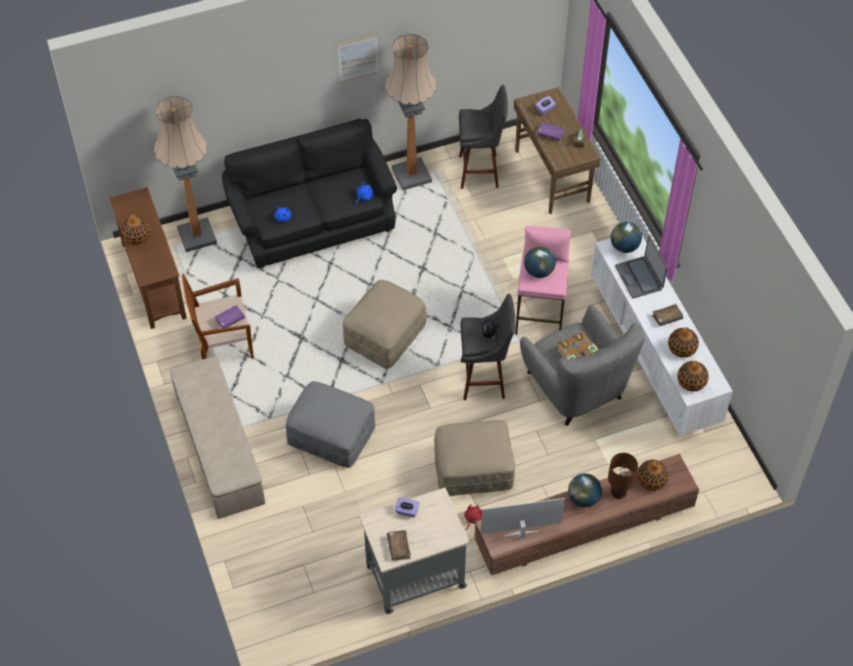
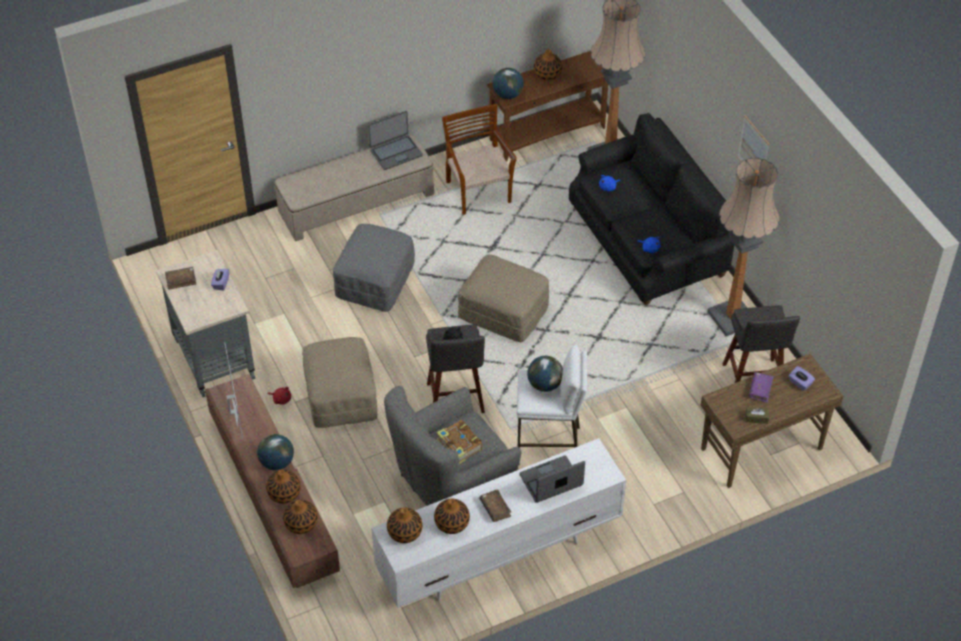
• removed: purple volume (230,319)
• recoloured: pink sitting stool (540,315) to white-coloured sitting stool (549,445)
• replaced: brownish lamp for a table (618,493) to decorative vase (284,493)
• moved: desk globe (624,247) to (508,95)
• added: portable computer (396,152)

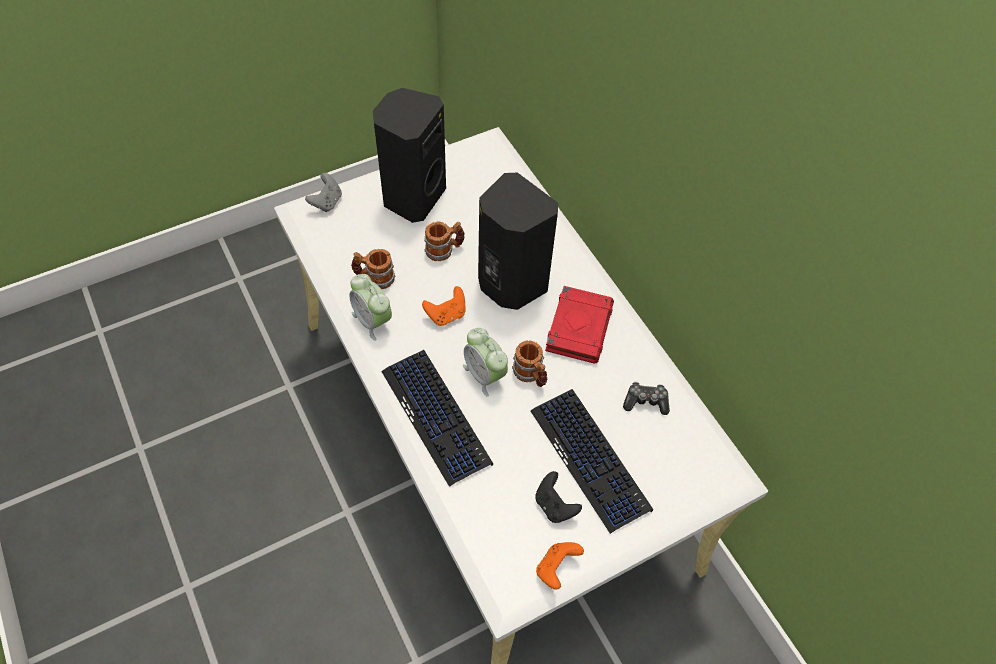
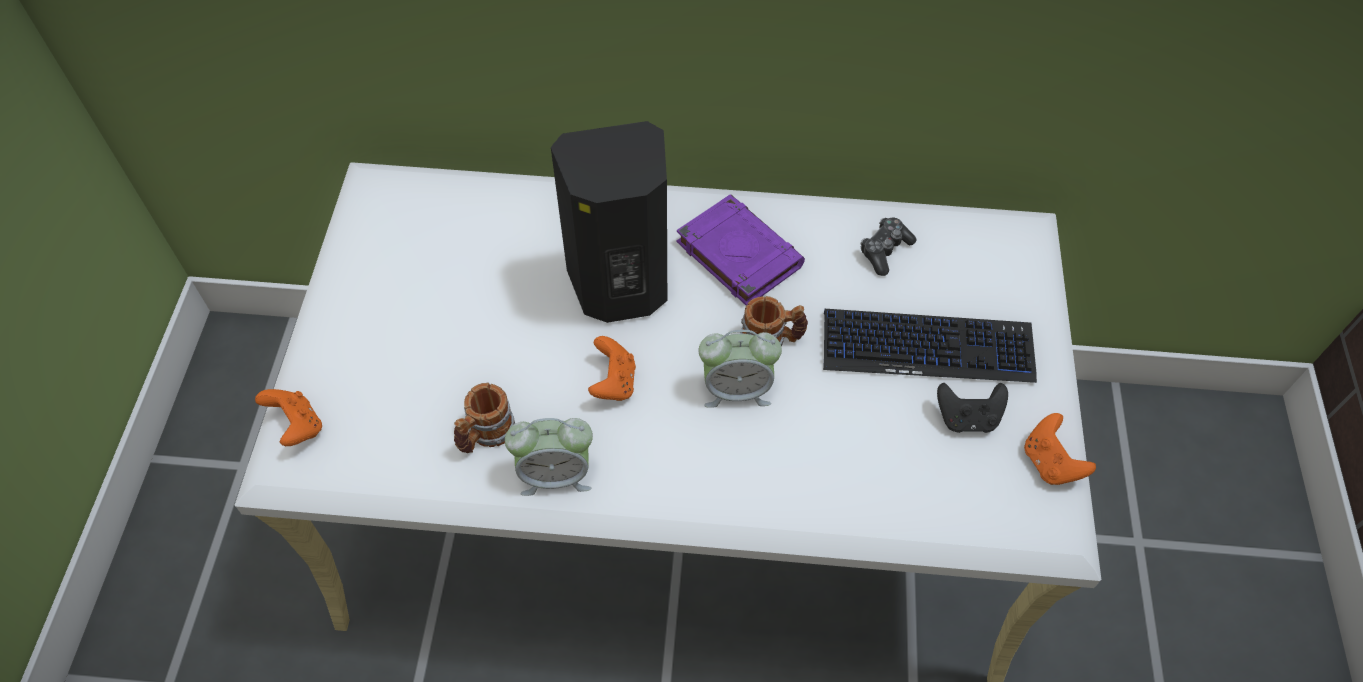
• recoloured: grey game controller (327,202) to orange game controller (297,426)
• removed: black-coloured loudspeaker (412,197)
• removed: computer keyboard (436,417)
• removed: mug (444,250)
• recoloured: red-coloured volume (578,327) to purple volume (737,254)

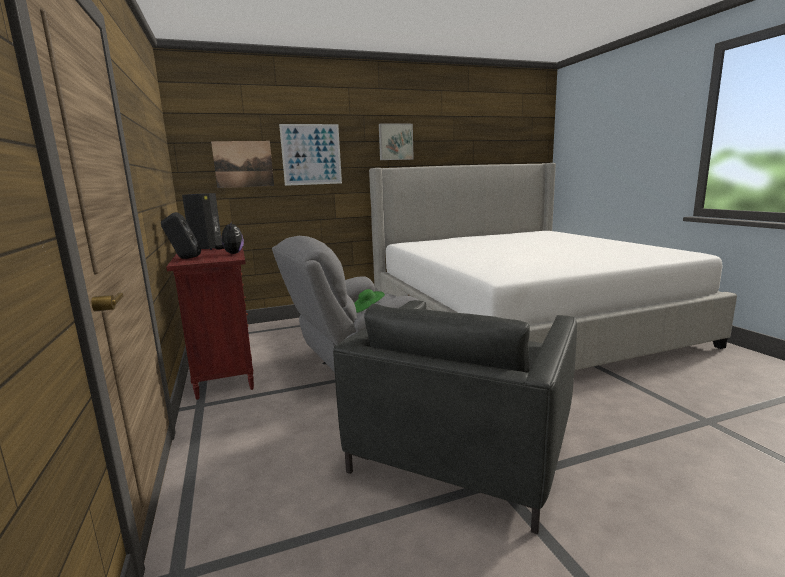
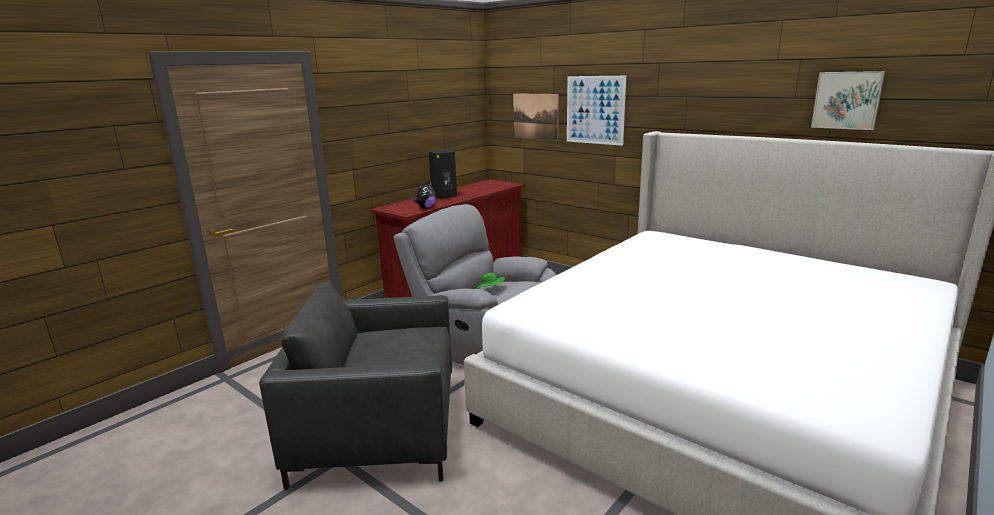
• removed: black-coloured loudspeaker (184,258)
• moved: wall art (395,142) to (847,100)

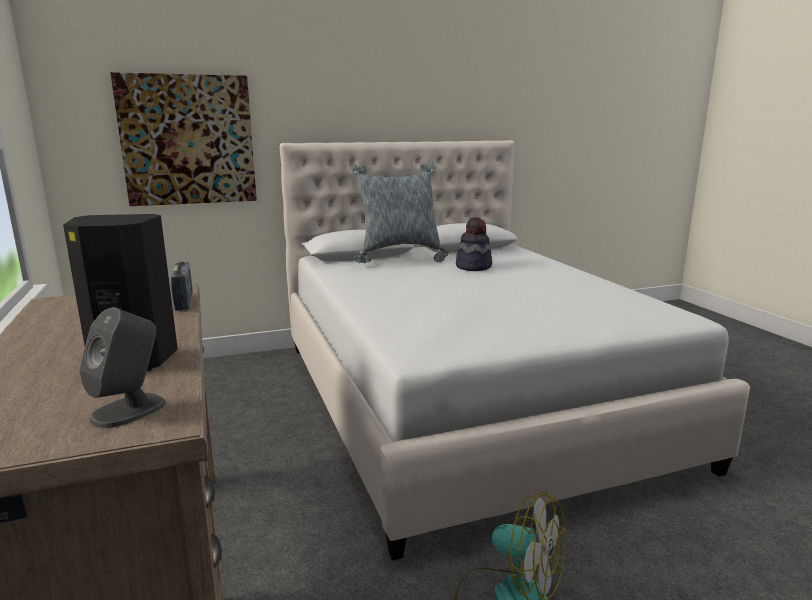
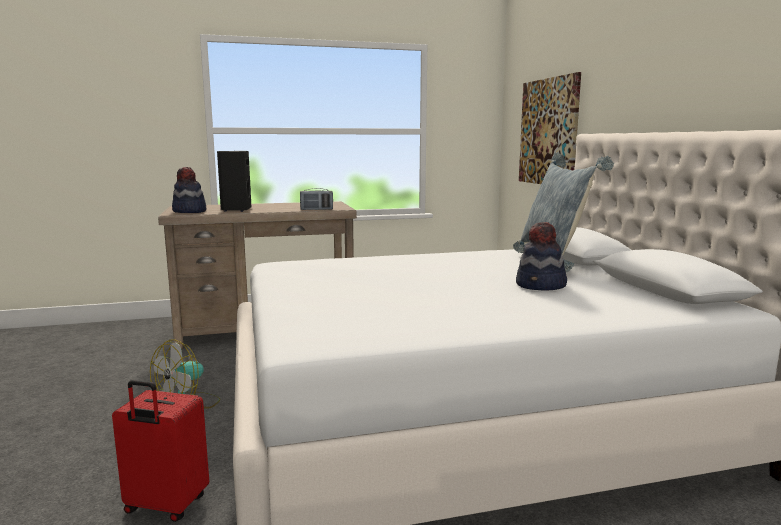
• replaced: grey loudspeaker (129,410) to wearable hat (189,211)
• added: red-coloured suitcase (165,506)

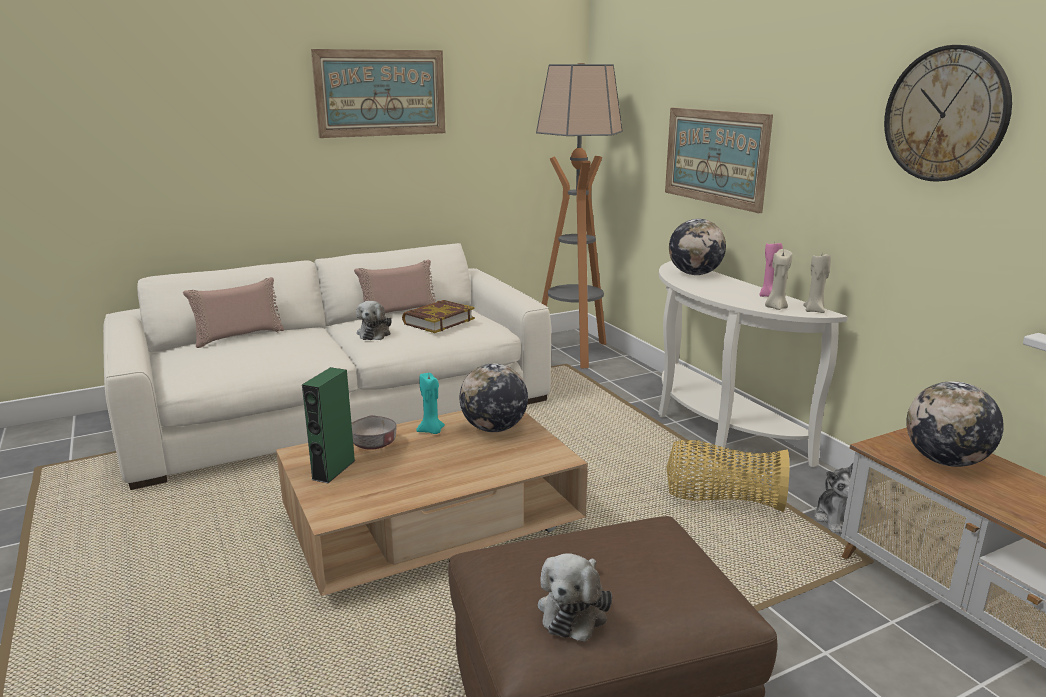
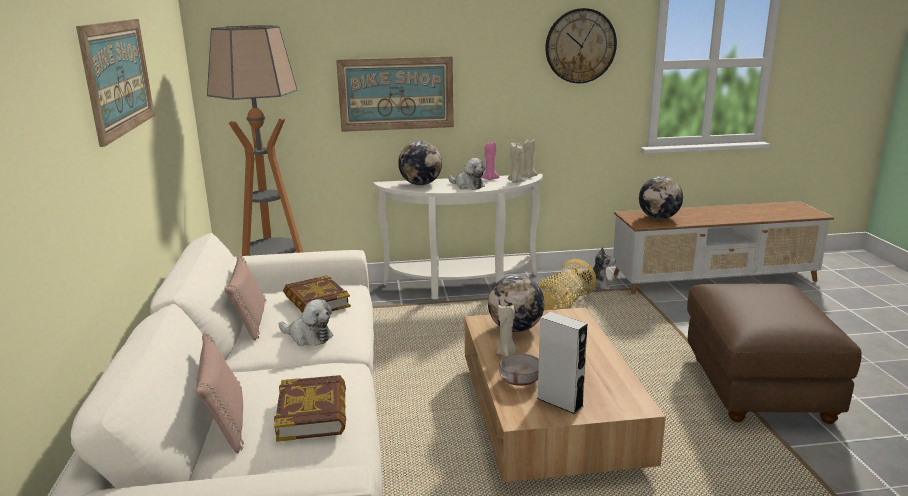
• recoloured: green-coloured loudspeaker (333,470) to grey loudspeaker (560,402)
• recoloured: turquoise wax candle (431,431) to sand-coloured wax candle (506,353)
• moved: soft toy (574,610) to (467,186)
• added: volume (313,413)

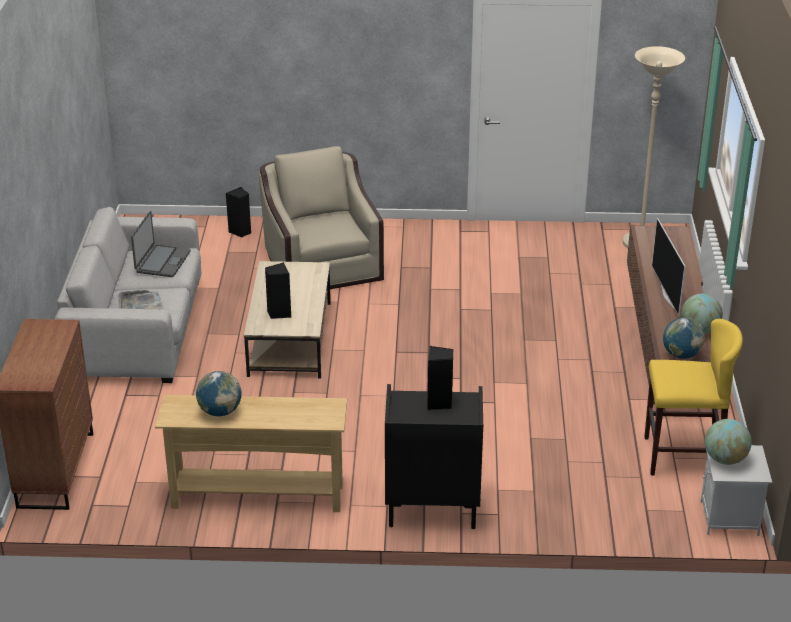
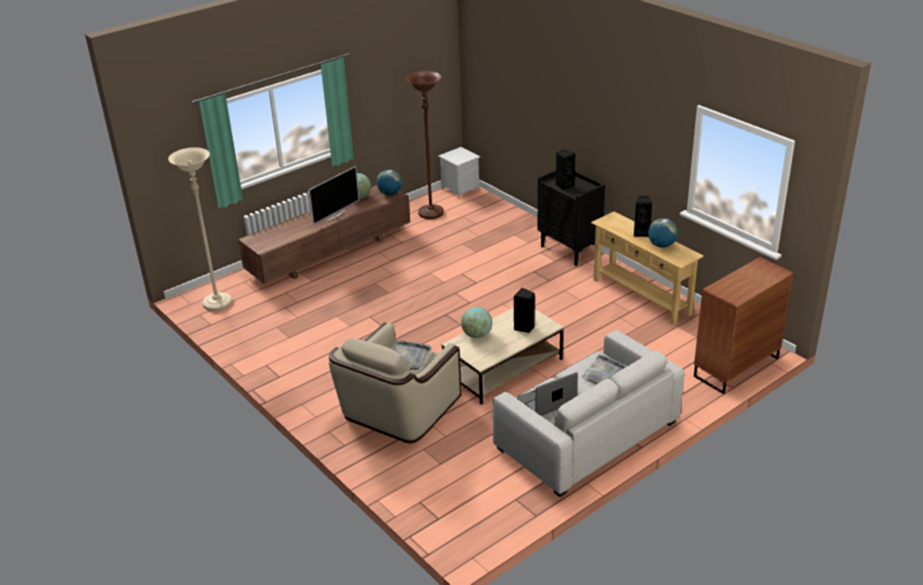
• moved: black-coloured loudspeaker (240,232) to (641,233)
• replaced: yellowish sitting stool (682,456) to brownish floor lamp (431,213)
• moved: desk globe (725,459) to (477,335)
• added: grey tray (410,357)

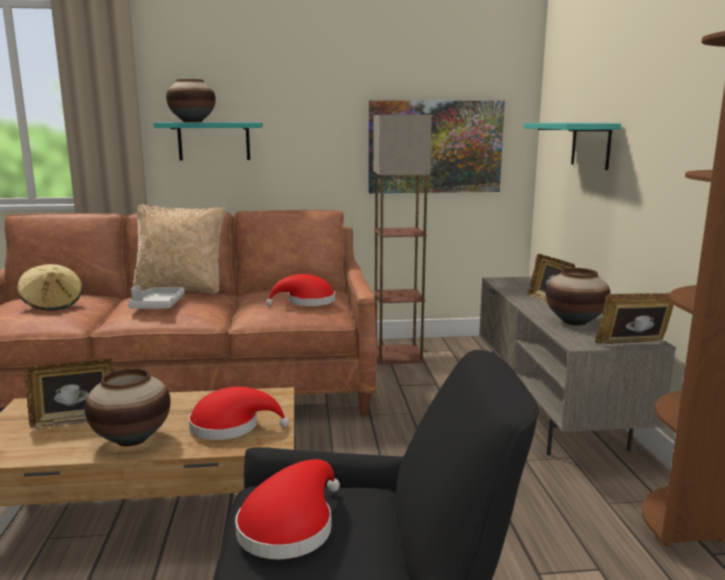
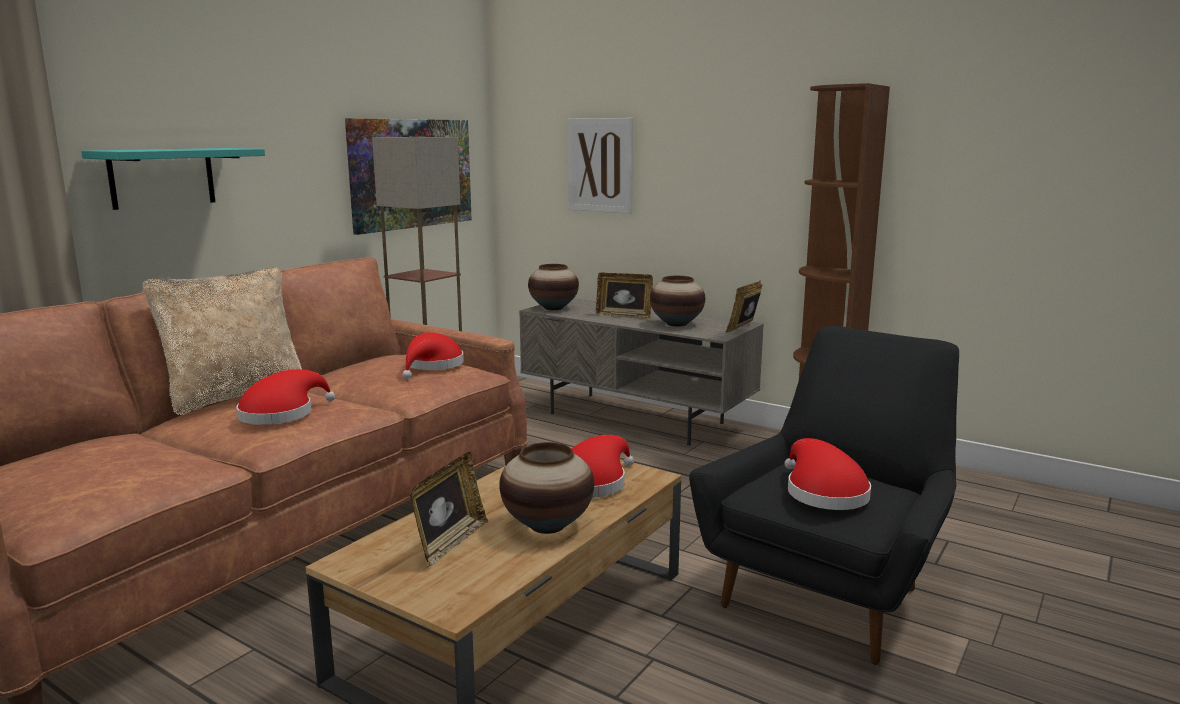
• removed: sand-coloured wearable hat (52,304)
• replaced: grey tray (157,306) to red-coloured wearable hat (281,414)
• moved: decorative vase (192,122) to (554,308)
• replaced: turquoise wall shelf (591,145) to wall art (600,165)

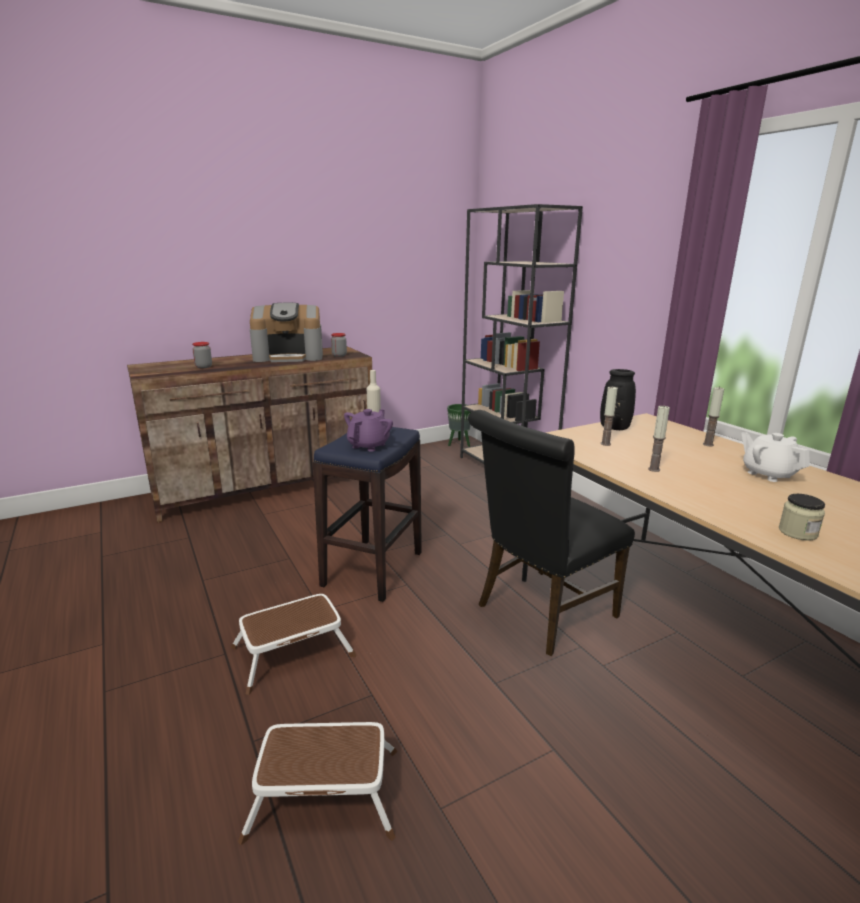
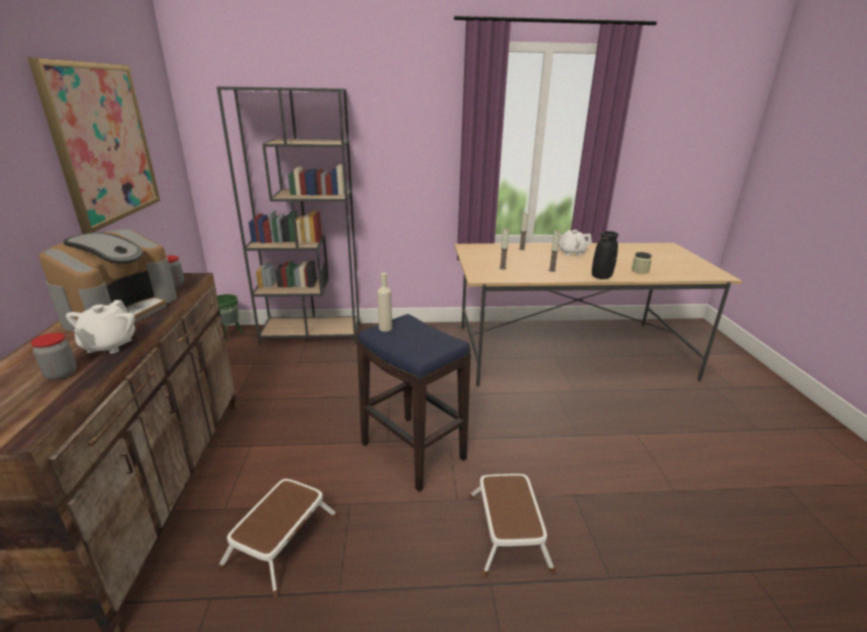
• moved: brownish step stool (324,794) to (282,541)
• removed: purple pot for tea (369,445)
• removed: black-coloured plain chair (540,613)
• moved: black-coloured decorative vase (614,428) to (601,277)
• added: wall art (103,143)
• added: white-coloured pot for tea (109,345)

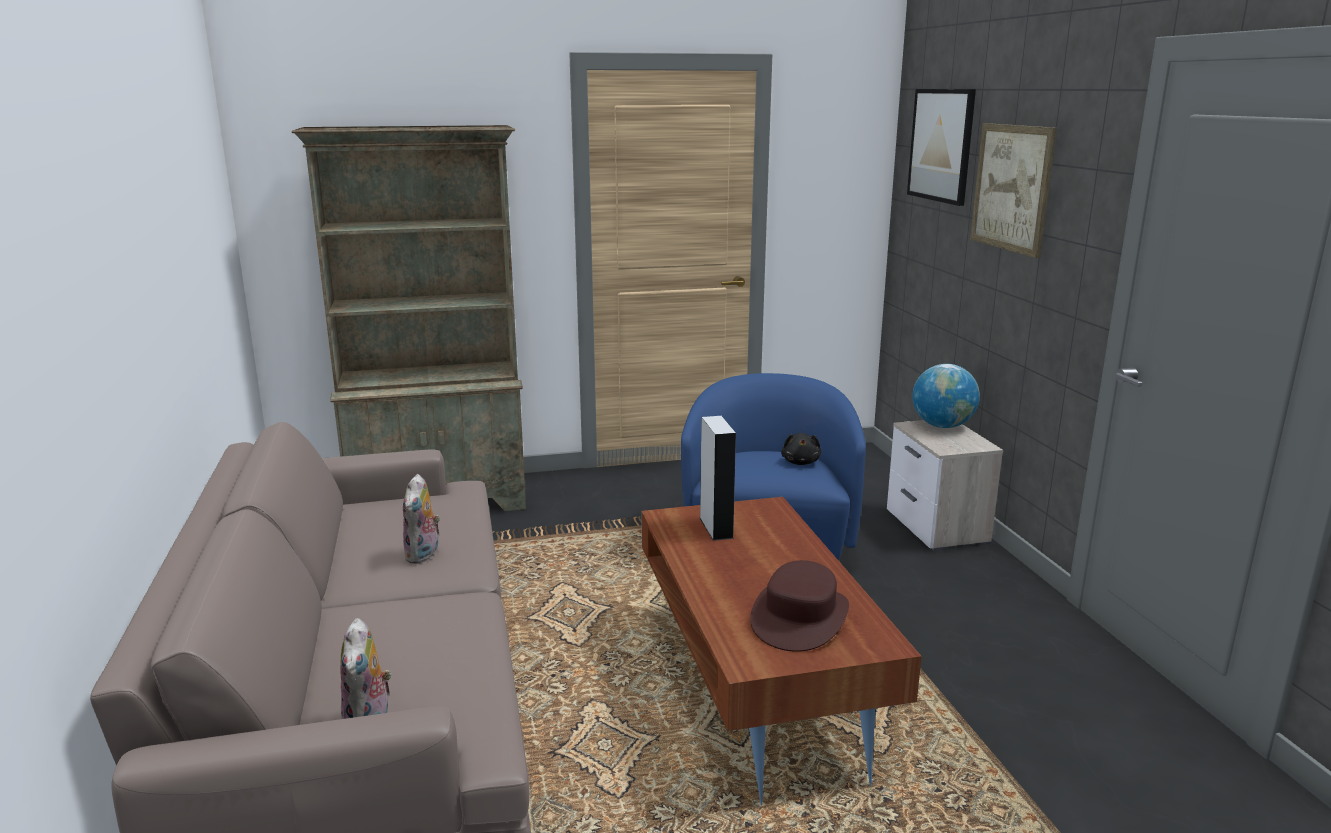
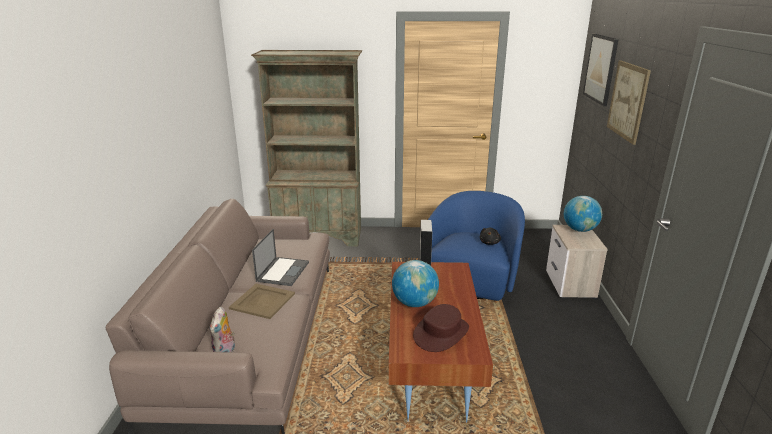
• replaced: soft toy (424,555) to portable computer (283,271)
• added: sand-coloured tray (263,301)
• added: desk globe (414,303)

